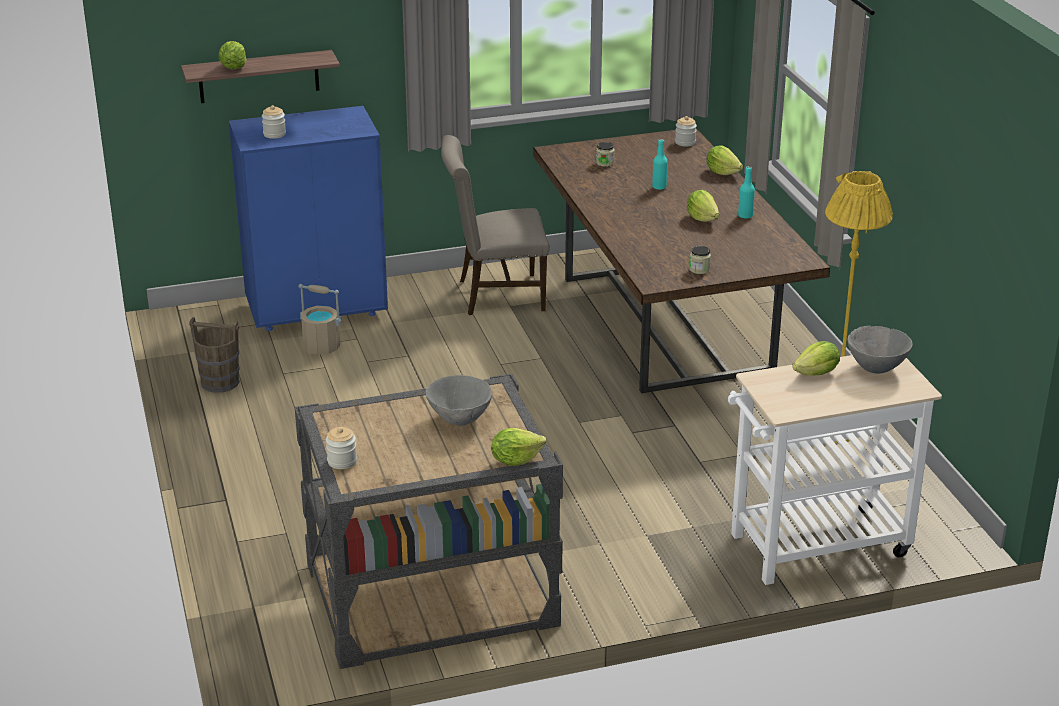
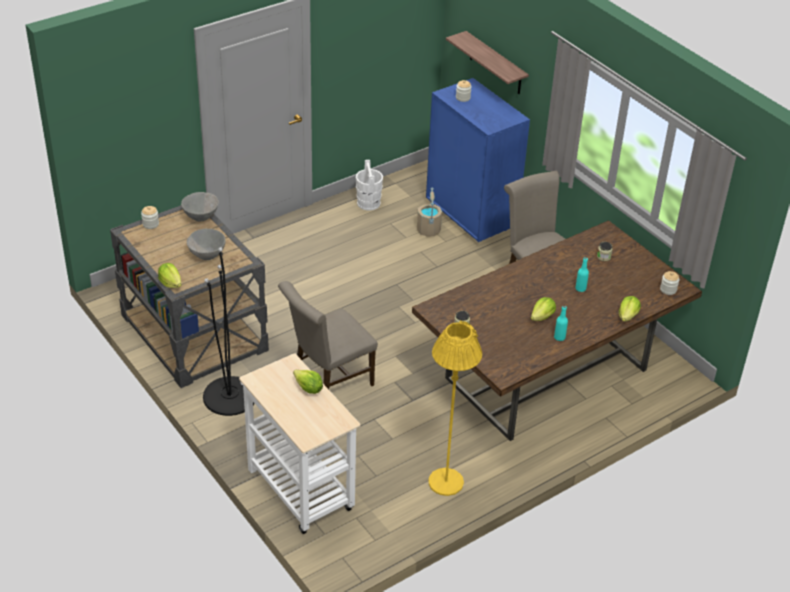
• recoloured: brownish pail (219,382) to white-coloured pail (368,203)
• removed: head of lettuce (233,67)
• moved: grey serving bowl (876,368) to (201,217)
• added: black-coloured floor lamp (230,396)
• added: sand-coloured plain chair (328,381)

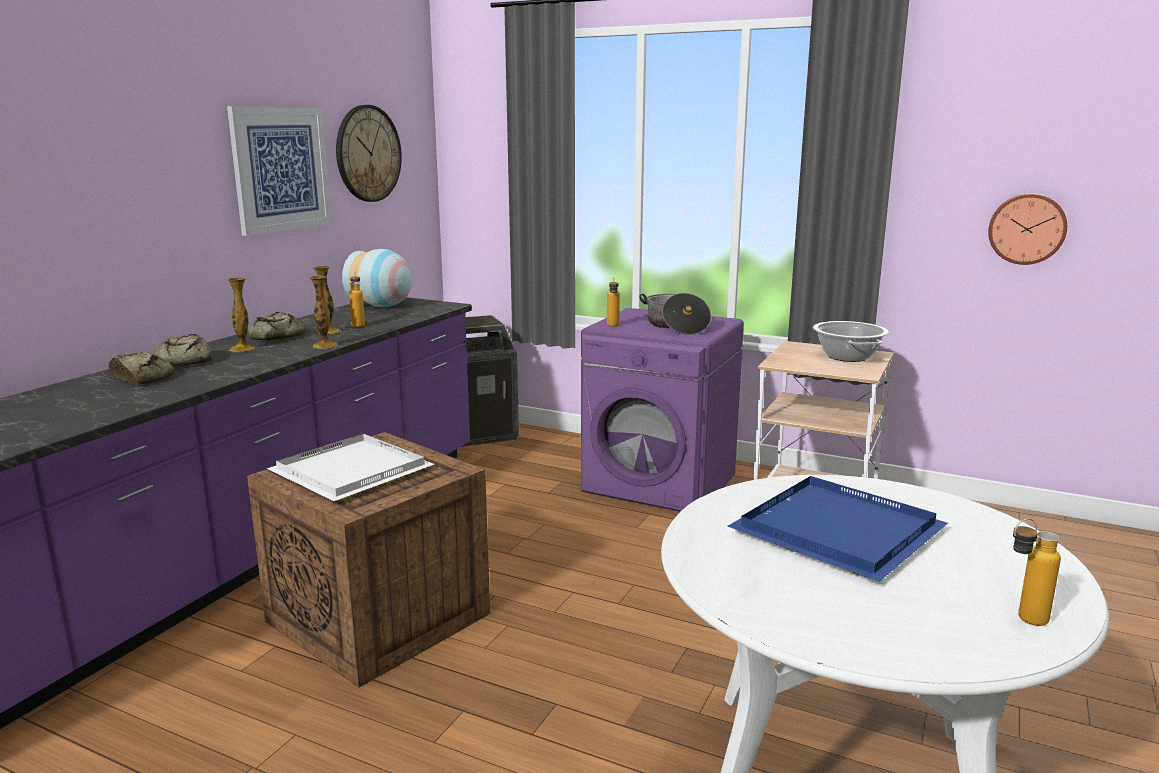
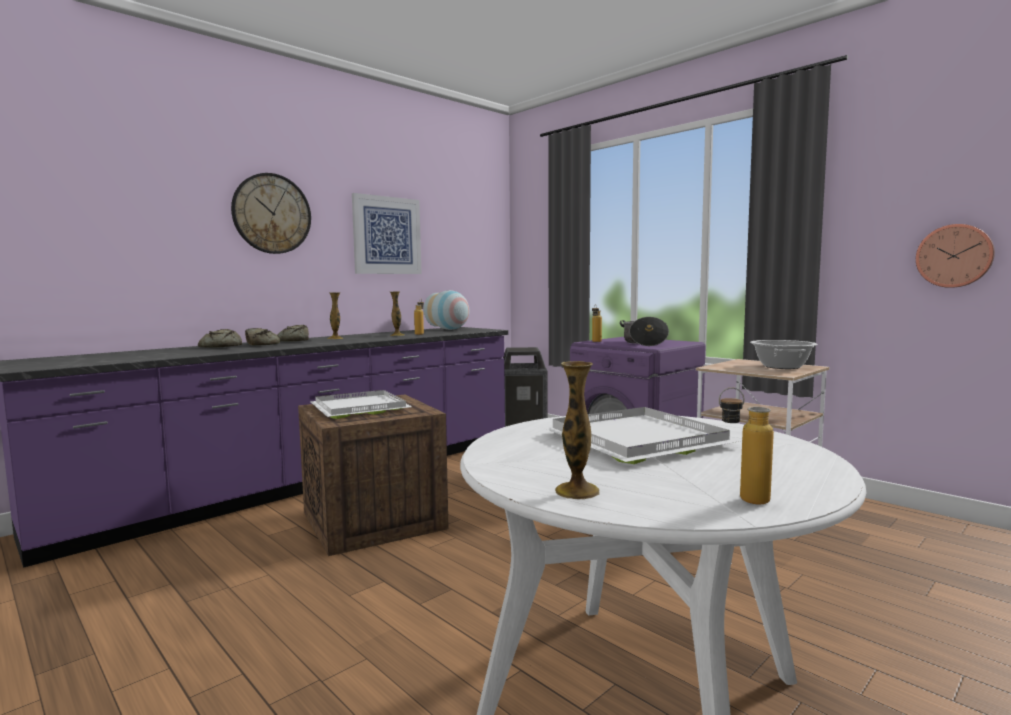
• moved: bakery bread (275,336) to (220,346)
• moved: decorative vase (325,345) to (577,491)
• moved: hanging clock (368,153) to (272,214)
• recoloured: blue tray (836,529) to white-coloured tray (637,439)

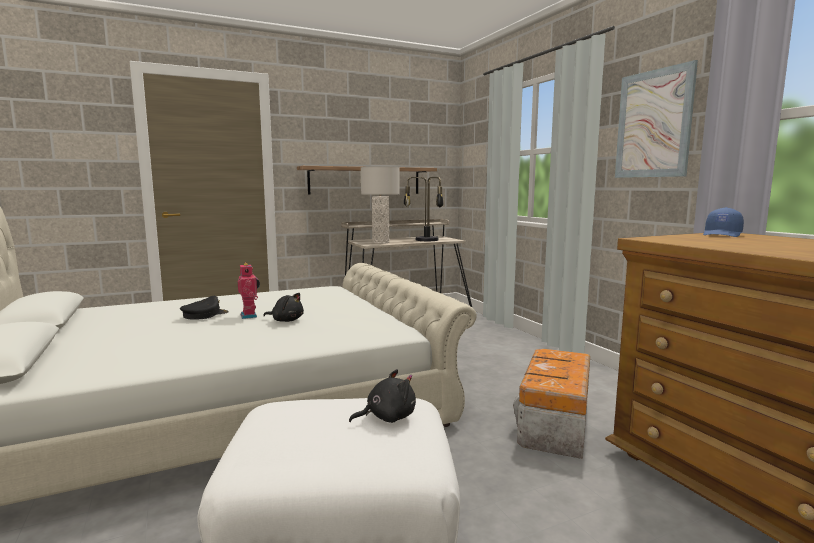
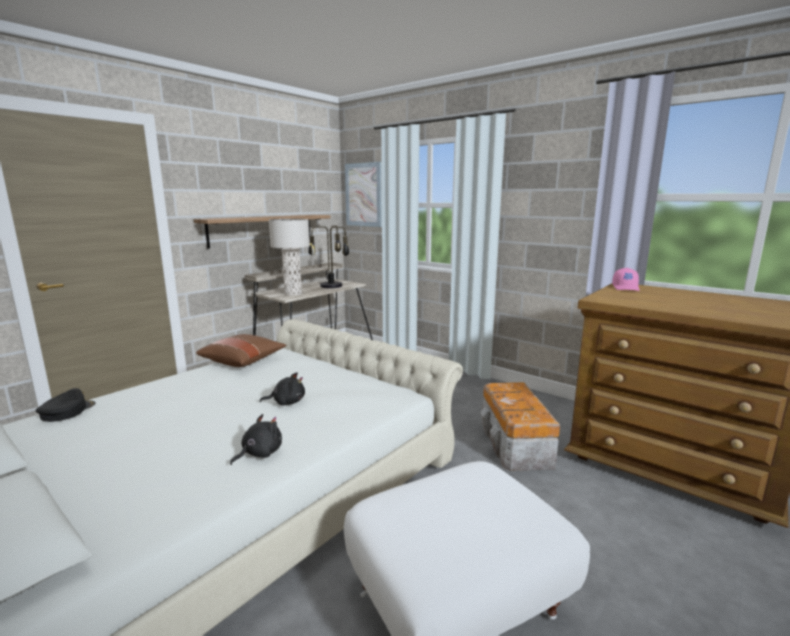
• moved: black-coloured cap (204,315) to (67,411)
• removed: robot figure (250,316)
• moved: black-coloured soft toy (387,417) to (259,453)
• moved: wall art (653,124) to (363,195)
• recoloured: blue cap (722,235) to pink cap (626,288)
• added: brownish cushion (243,361)

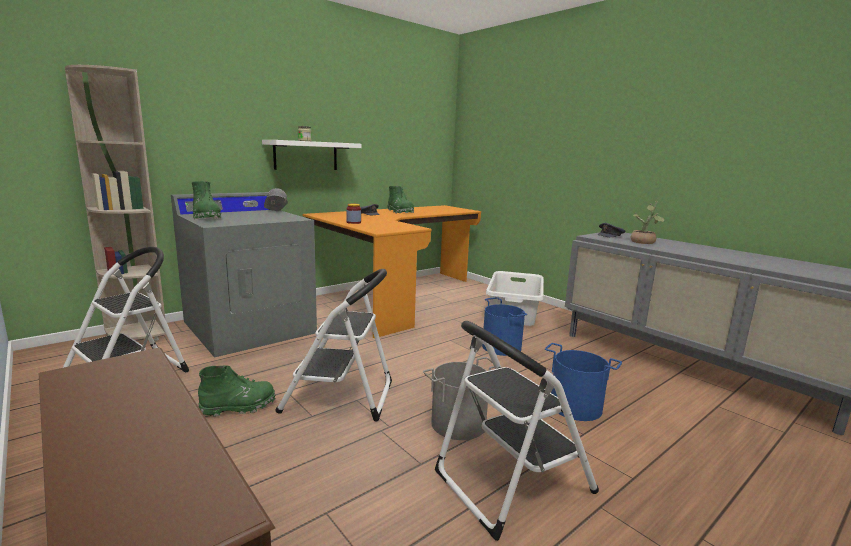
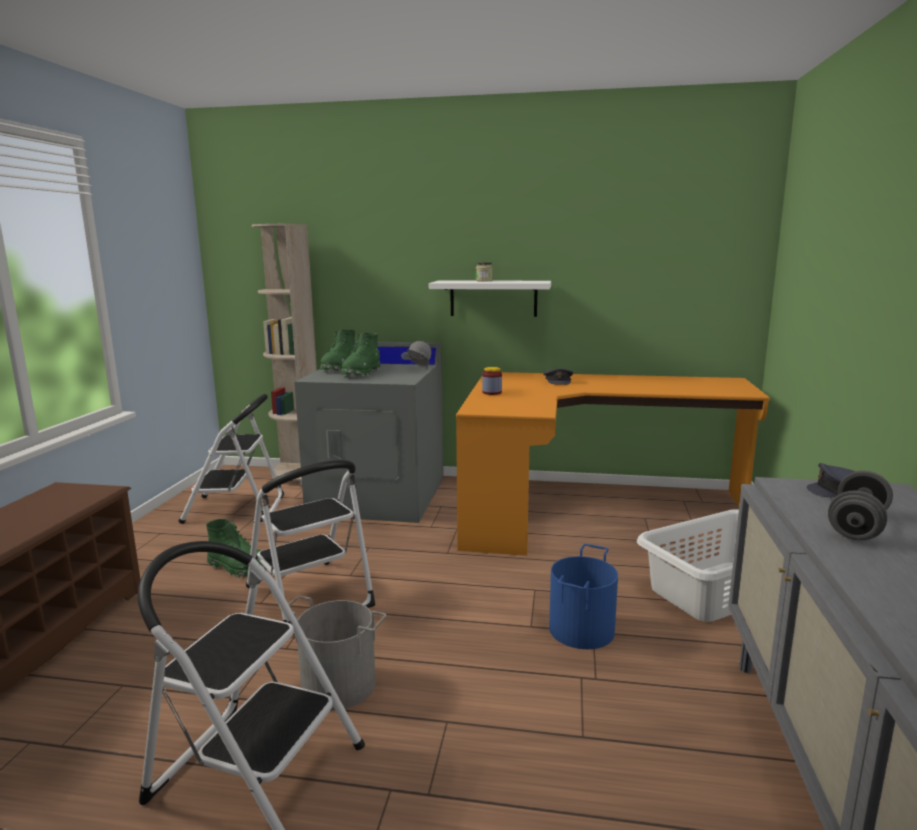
• moved: green-coloured boot (400,212) to (361,373)
• removed: blue pail (575,406)
• replaced: houseplant (644,242) to grey hand weight (857,526)

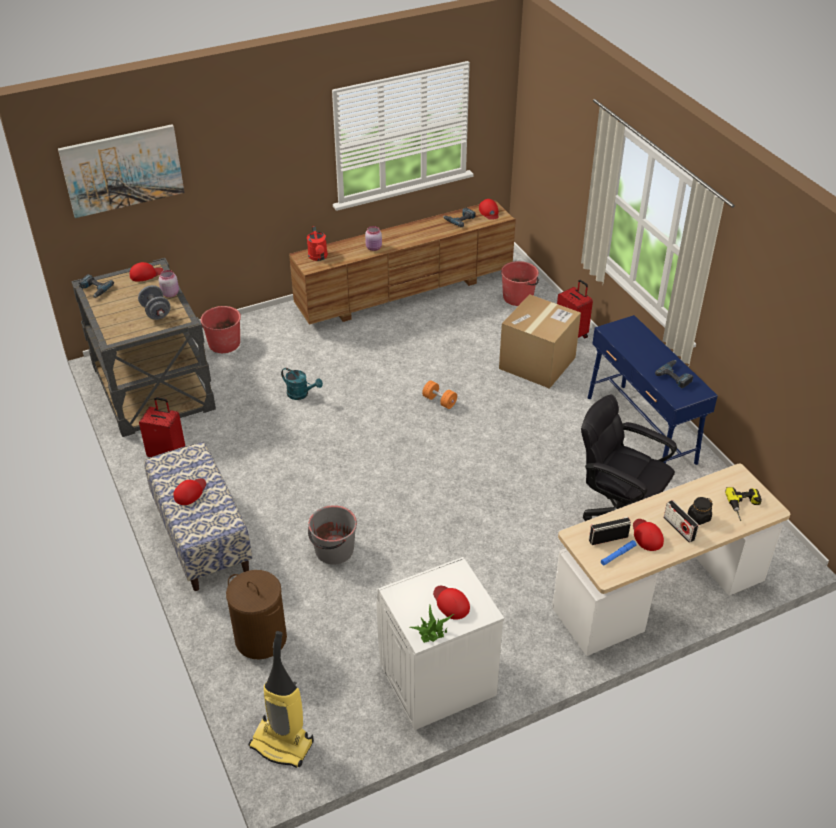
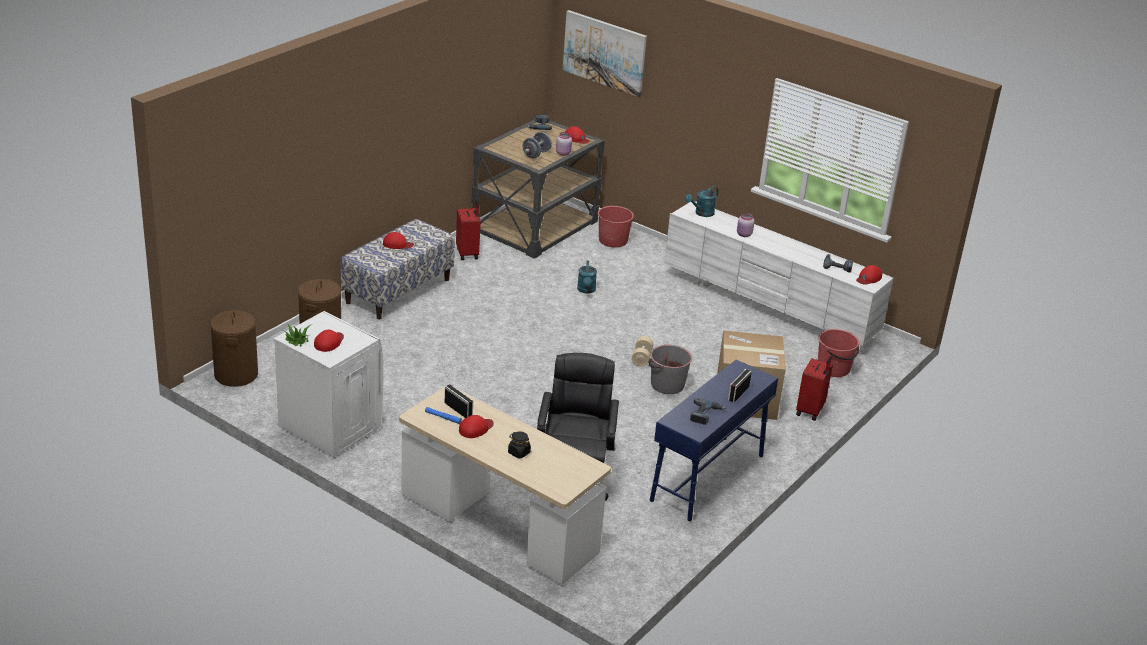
• replaced: vacuum (283,744) to brownish washing basket (236,375)
• recoloured: brownish cupboard (405,295) to white-coloured cupboard (768,307)
• recoloured: red-coloured watering pot (318,257) to turquoise watering pot (701,213)
• moved: grey pail (333,550) to (666,385)
• recoloured: orange hand weight (439,401) to sand-coloured hand weight (641,358)
• moved: radio receiver (679,528) to (738,393)
• removed: drill (745,507)

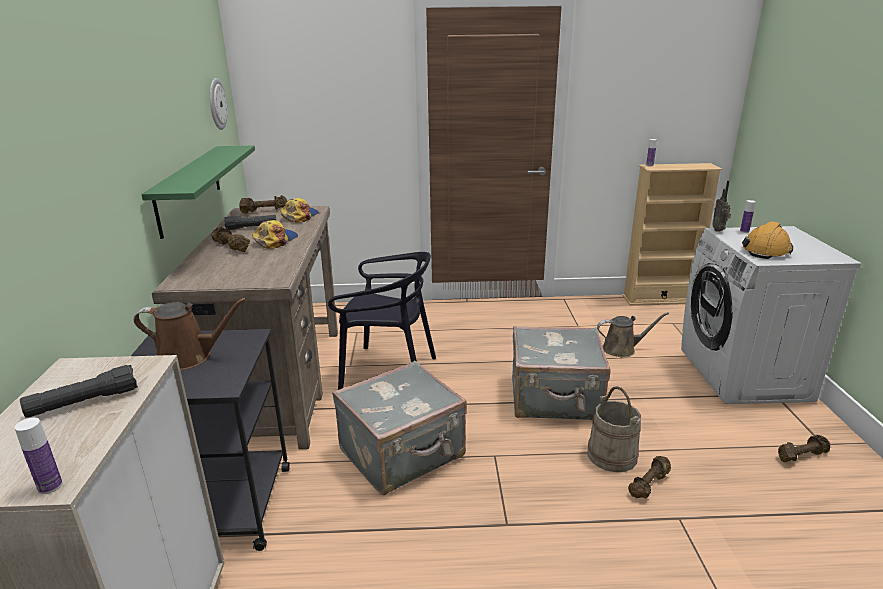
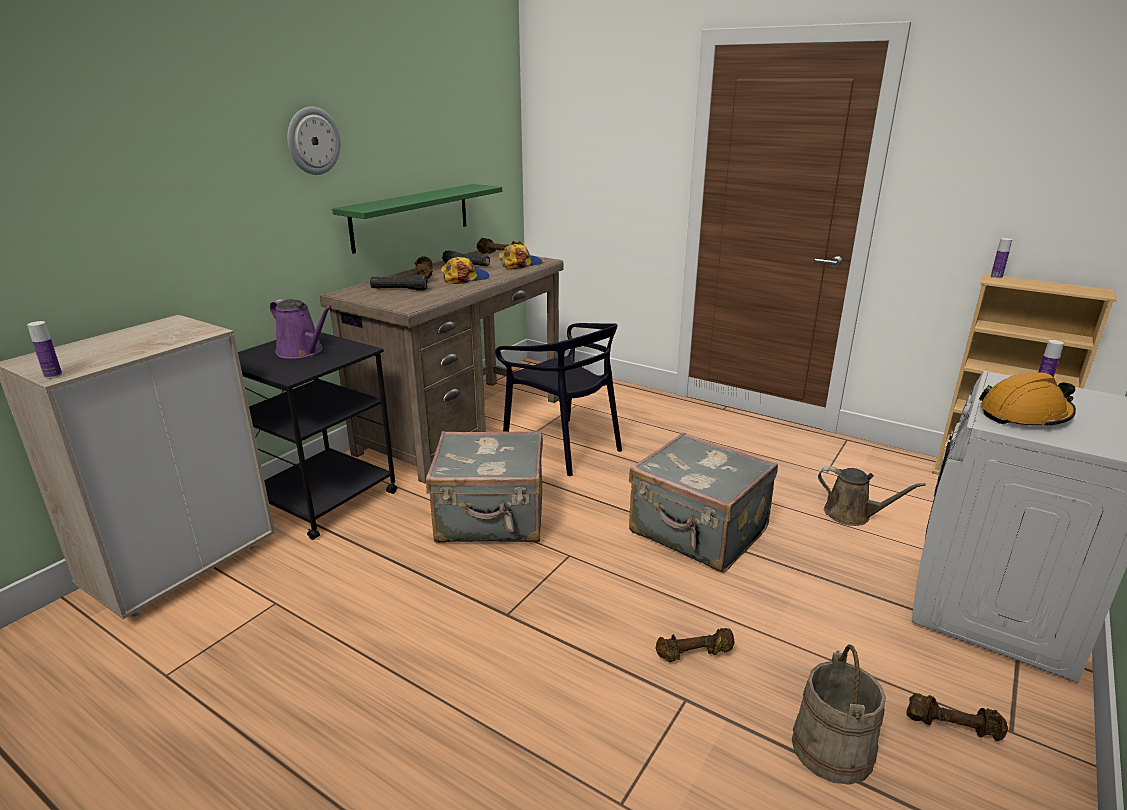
• moved: black-coloured hand torch (84,402) to (399,290)
• recoloured: brownish watering pot (189,357) to purple watering pot (302,351)
• moved: hanging clock (216,104) to (313,141)
• moved: sand-coloured pail (612,455) to (833,749)
• removed: radio receiver (719,230)

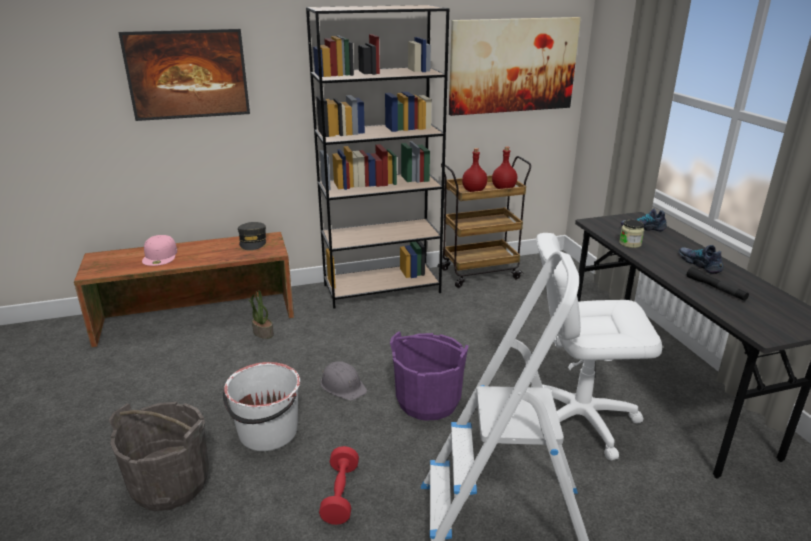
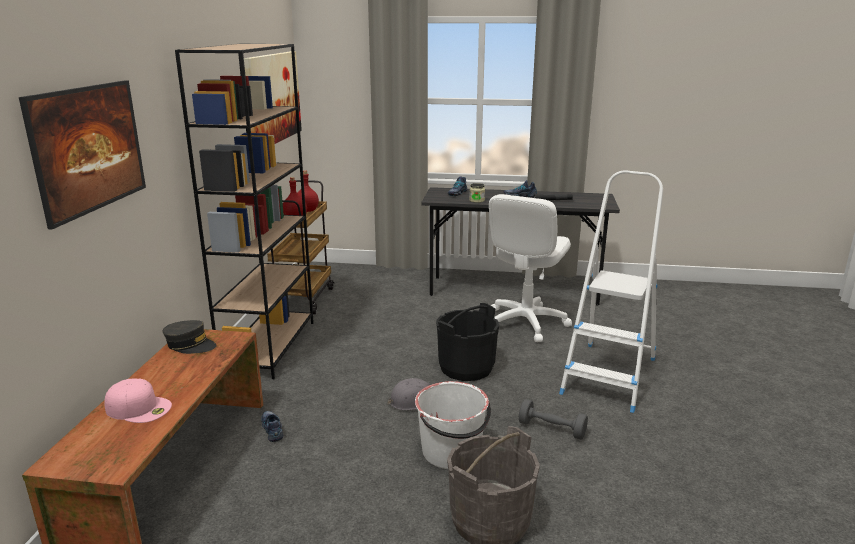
• replaced: houseplant (262,333) to low shoe (273,429)
• recoloured: red-coloured hand weight (340,494) to grey hand weight (552,429)
• recoloured: purple pail (428,401) to black-coloured pail (466,368)

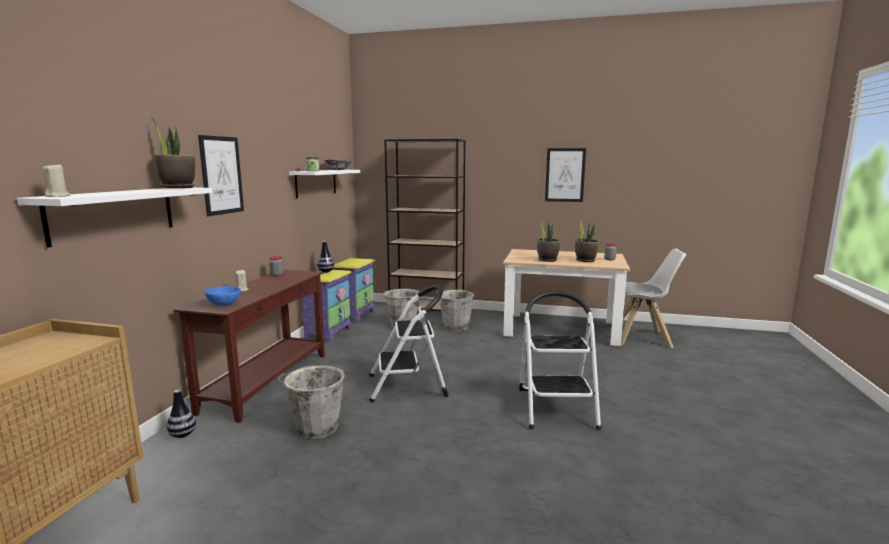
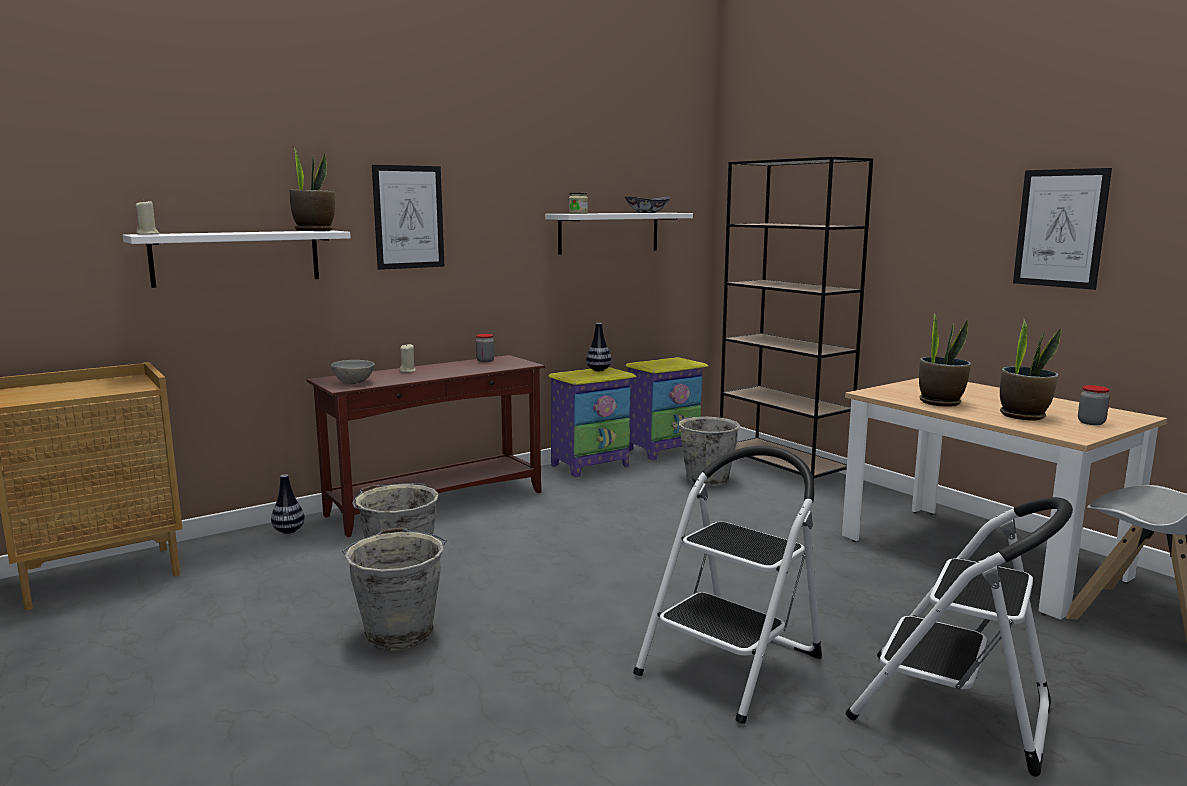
• recoloured: blue serving bowl (224,304) to grey serving bowl (354,382)
• moved: step stool (410,386) to (957,713)
• moved: grey pail (455,327) to (399,632)

